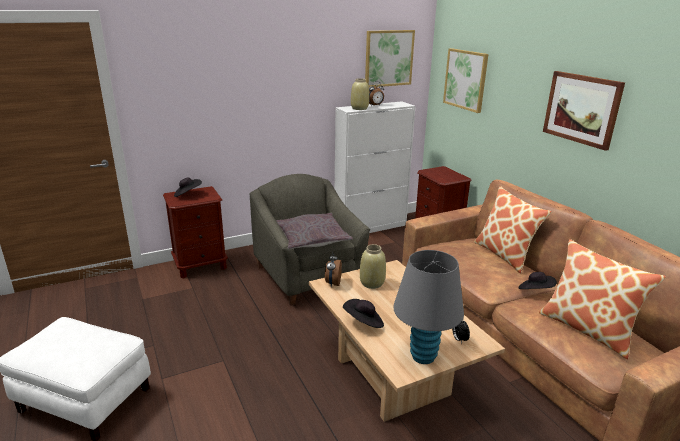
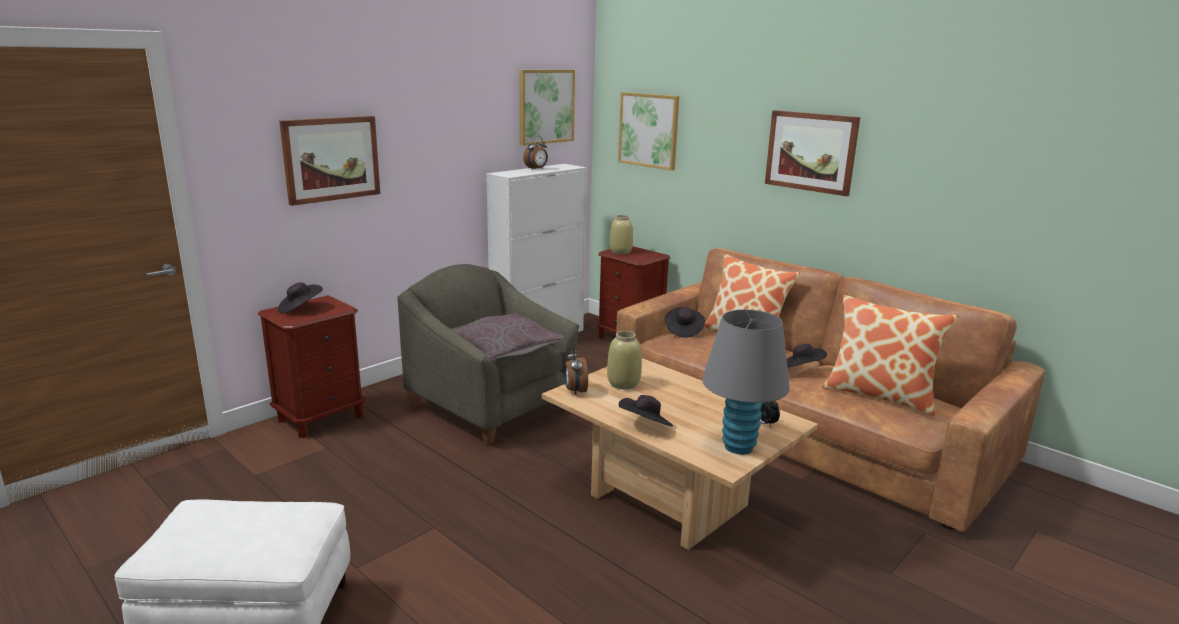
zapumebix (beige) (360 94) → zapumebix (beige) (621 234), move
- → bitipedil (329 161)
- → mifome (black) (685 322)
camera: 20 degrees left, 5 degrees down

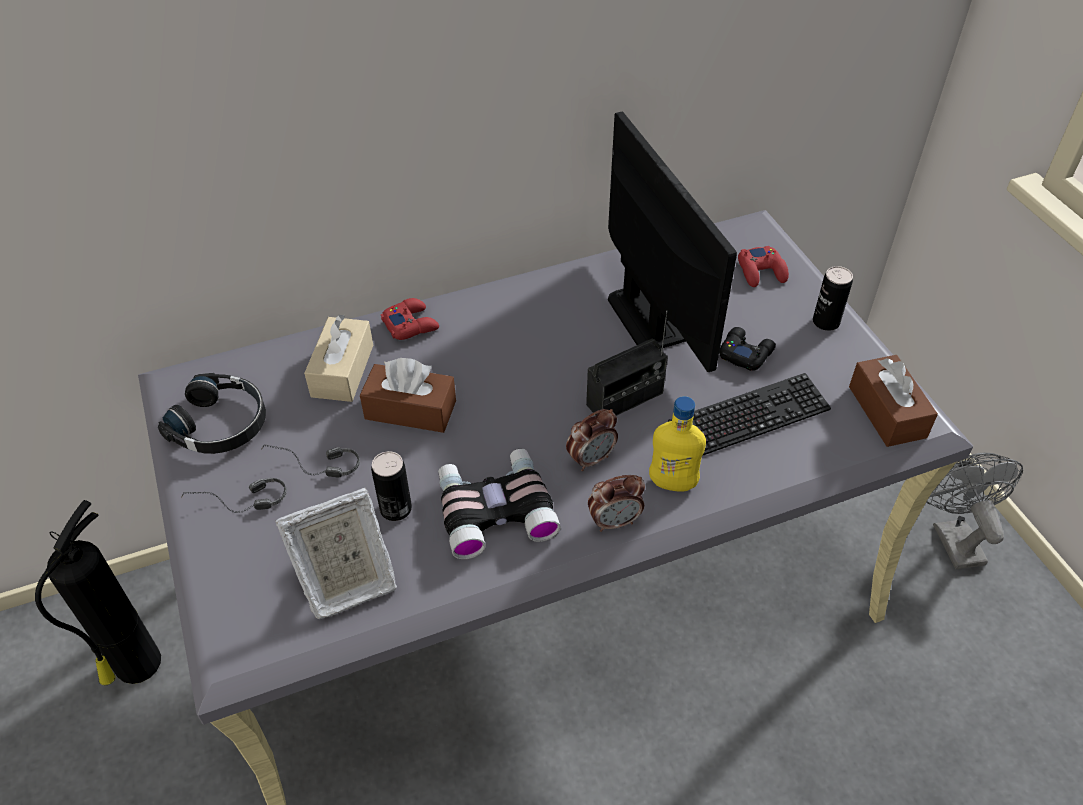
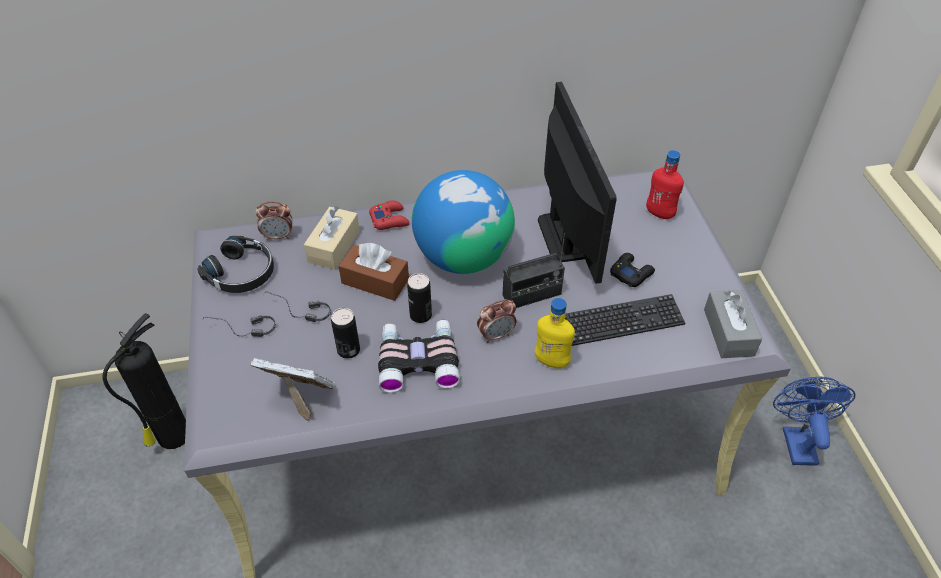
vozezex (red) (763 266) → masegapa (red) (665 184)
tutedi (833 298) → tutedi (419 298), move
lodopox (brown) (893 401) → lodopox (grey) (733 324)
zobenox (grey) (974 511) → zobenox (blue) (814 421)
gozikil (616 503) → gozikil (274 220), move
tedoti (336 553) → tedoti (292 389), 150 degrees counterclockwise
- → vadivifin (463 222)
camera: 10 degrees right, 0 degrees up

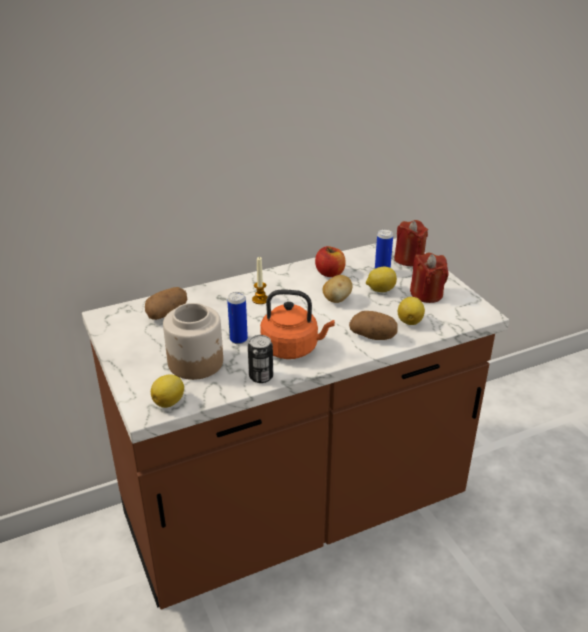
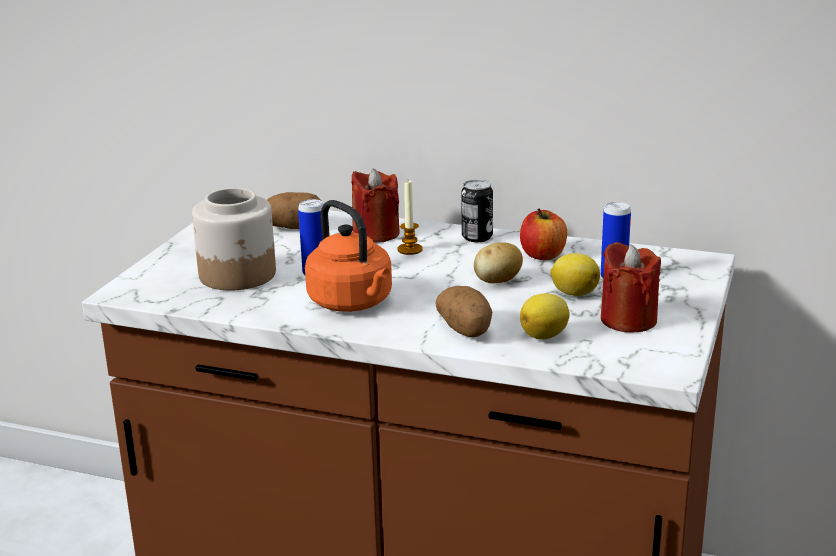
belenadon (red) (411 243) → belenadon (red) (375 205), move
tutedi (260 359) → tutedi (477 211), move
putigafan (167 391) → -
camera: 45 degrees right, 10 degrees down

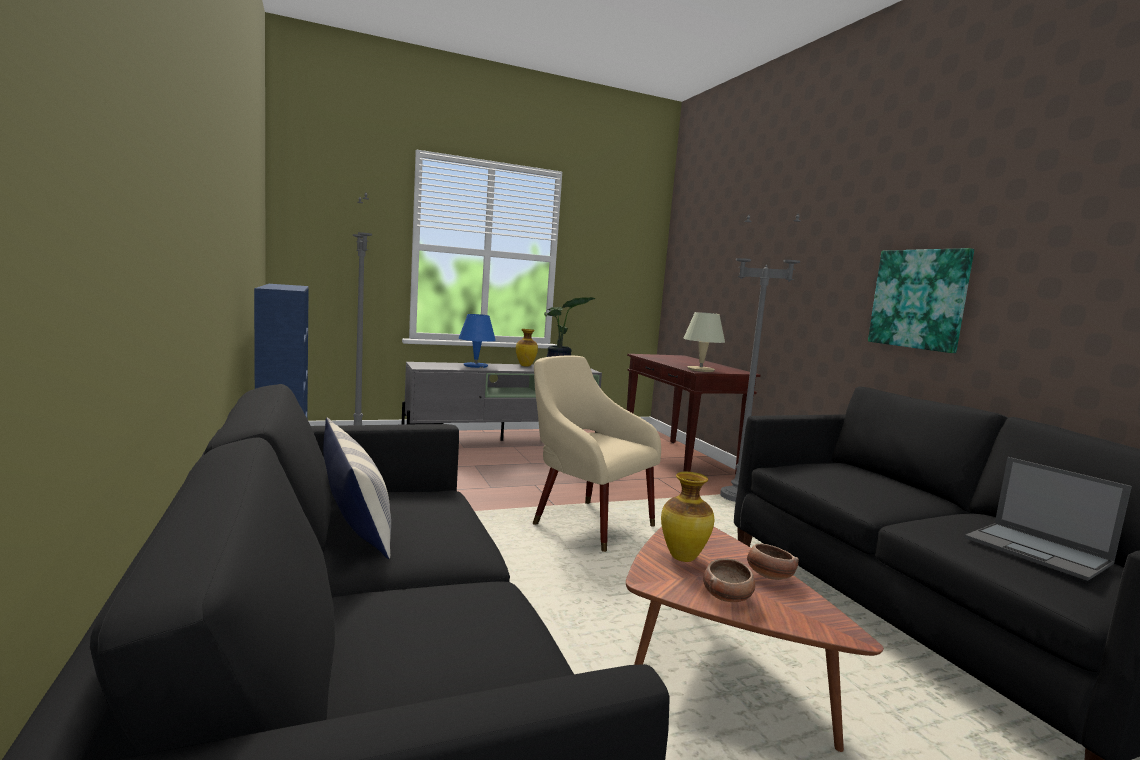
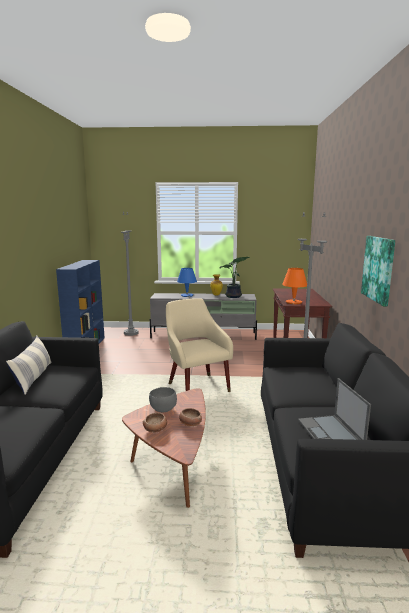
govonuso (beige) (704 342) → govonuso (orange) (294 286)
zapumebix (687 517) → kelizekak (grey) (163 400)
camera: 25 degrees right, 5 degrees up

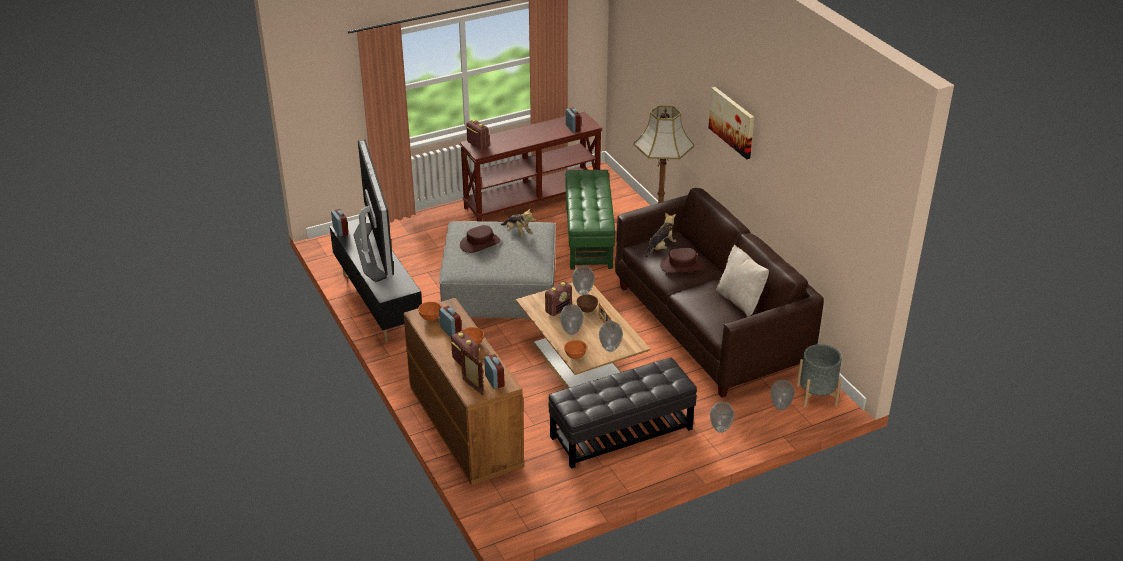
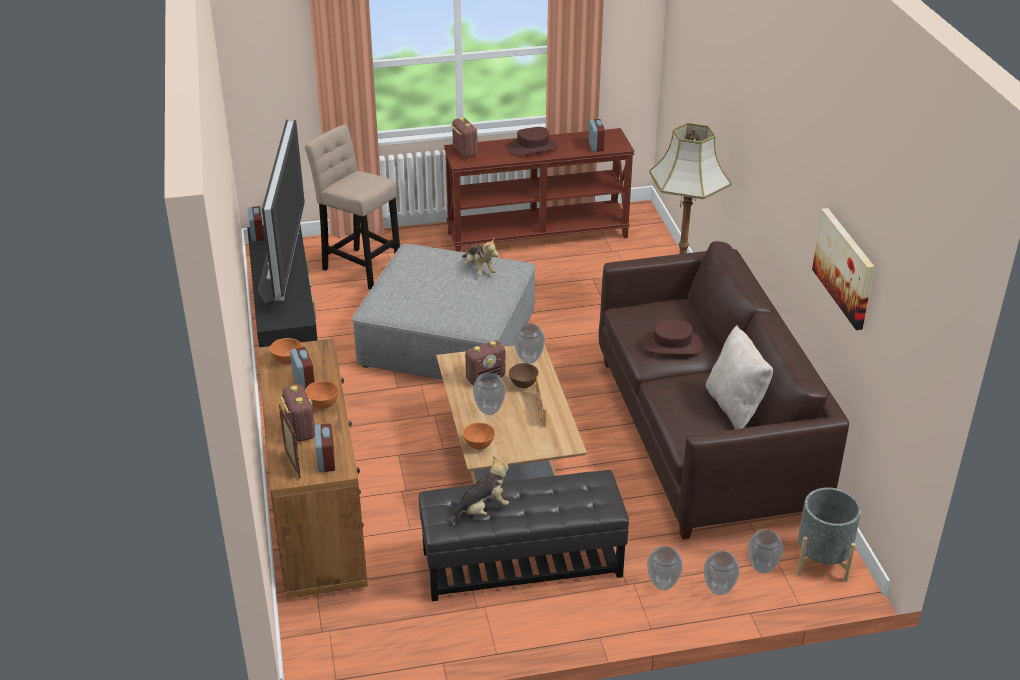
bitipedil (731 123) → bitipedil (843 269), move
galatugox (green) (590 220) → -
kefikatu (661 235) → kefikatu (479 490), move
mifome (brown) (480 239) → mifome (brown) (533 141), move
zapumebix (611 336) → zapumebix (722 573), move
- → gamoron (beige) (352 207)
camera: 15 degrees right, 0 degrees up

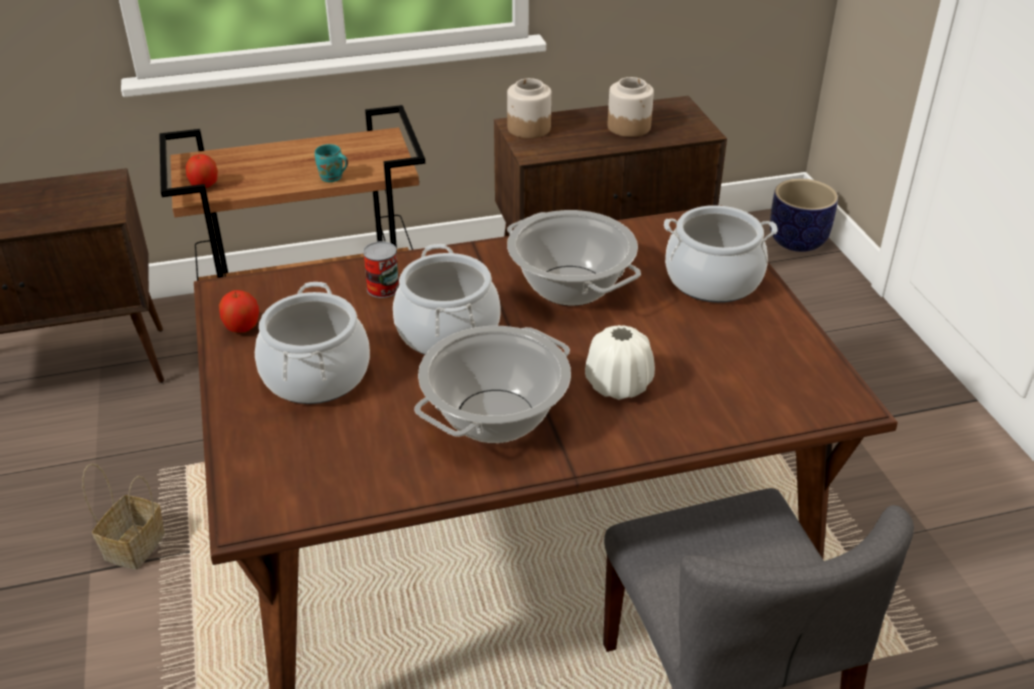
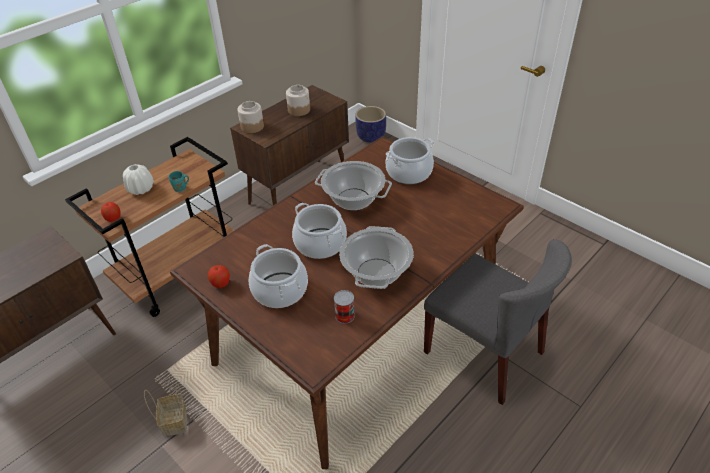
tutedi (381 269) → tutedi (344 307), move
zapumebix (white) (620 362) → zapumebix (white) (138 179), move
camera: 30 degrees left, 5 degrees up

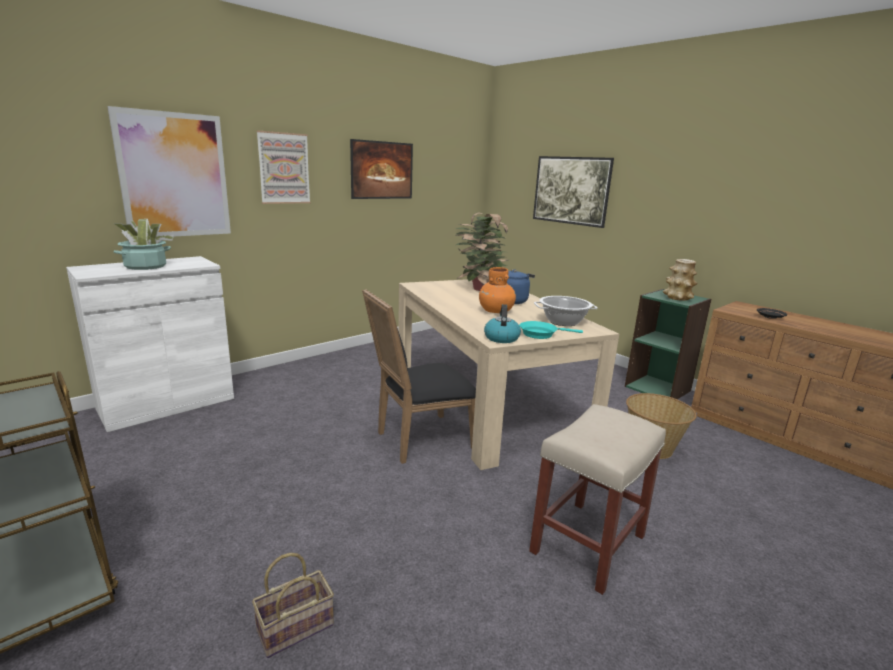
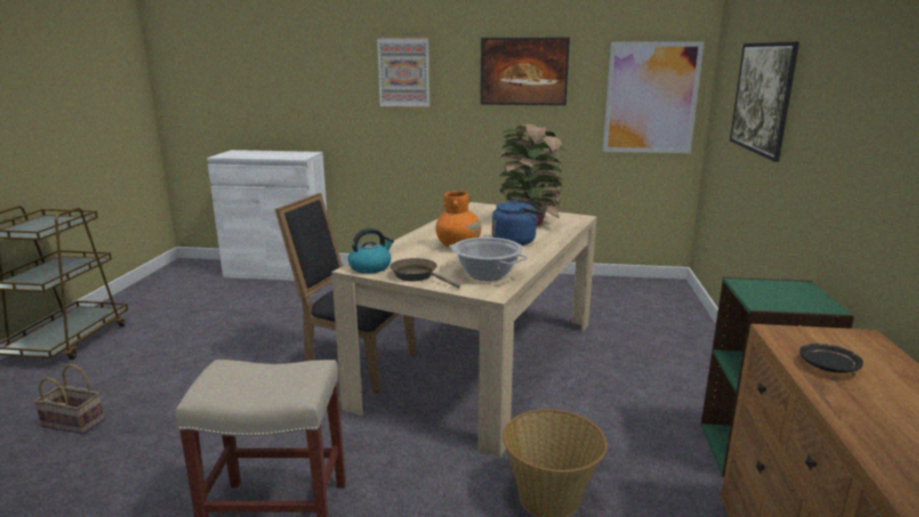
bitipedil (169 171) → bitipedil (653 97), move
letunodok (143 244) → -
zapumebix (680 280) → -
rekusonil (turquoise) (551 330) → rekusonil (brown) (425 273)
camera: 50 degrees right, 0 degrees up

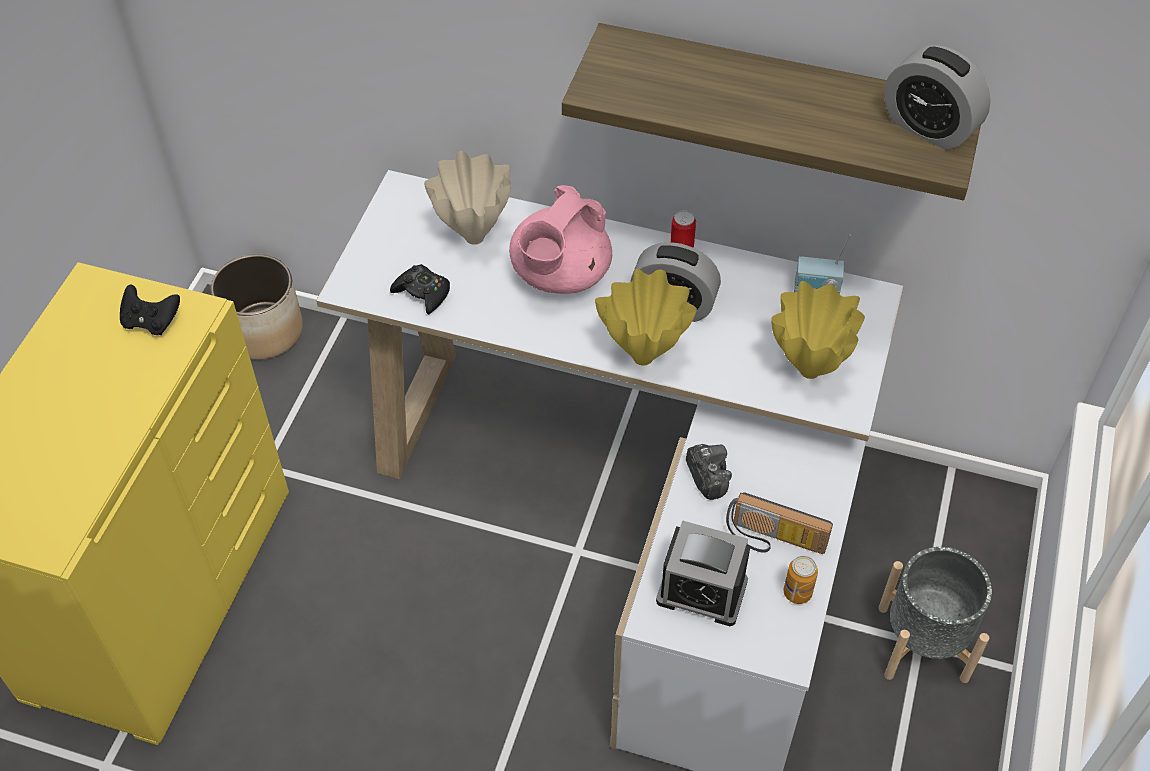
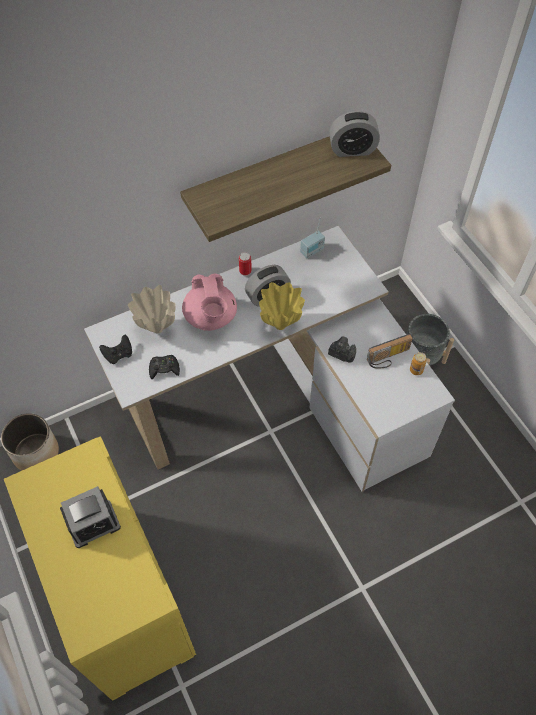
zapumebix (yellow) (818 330) → -
vozezex (black) (150 310) → vozezex (black) (115 349), move
gozikil (703 573) → gozikil (90 517), move
camera: 45 degrees left, 5 degrees up

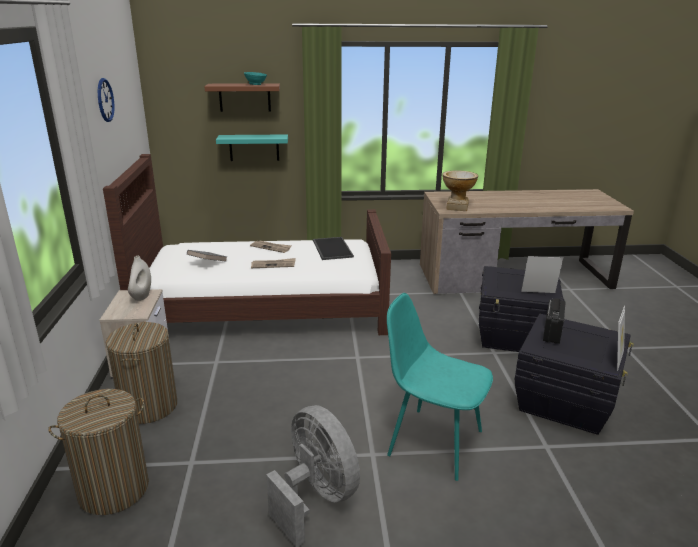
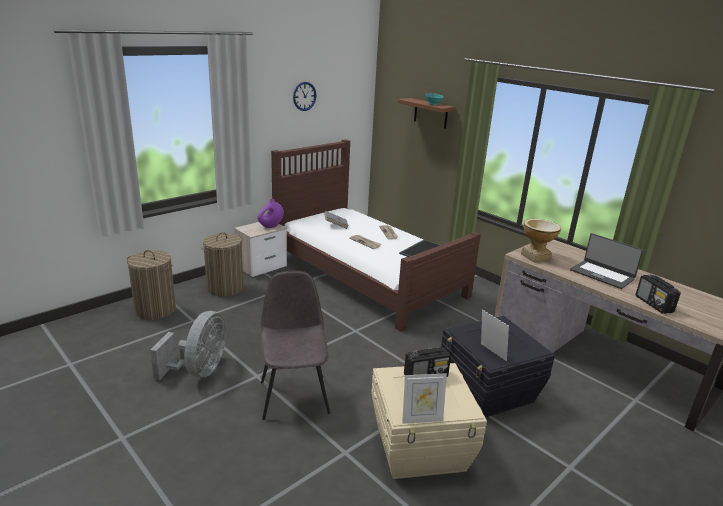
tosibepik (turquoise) (252 147) → -
zapumebix (white) (139 278) → zapumebix (purple) (271 213)
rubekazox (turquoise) (440 387) → rubekazox (grey) (295 345)
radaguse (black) (574 374) → radaguse (beige) (429 421)
- → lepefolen (606 261)
- → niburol (658 294)
camera: 50 degrees right, 0 degrees up

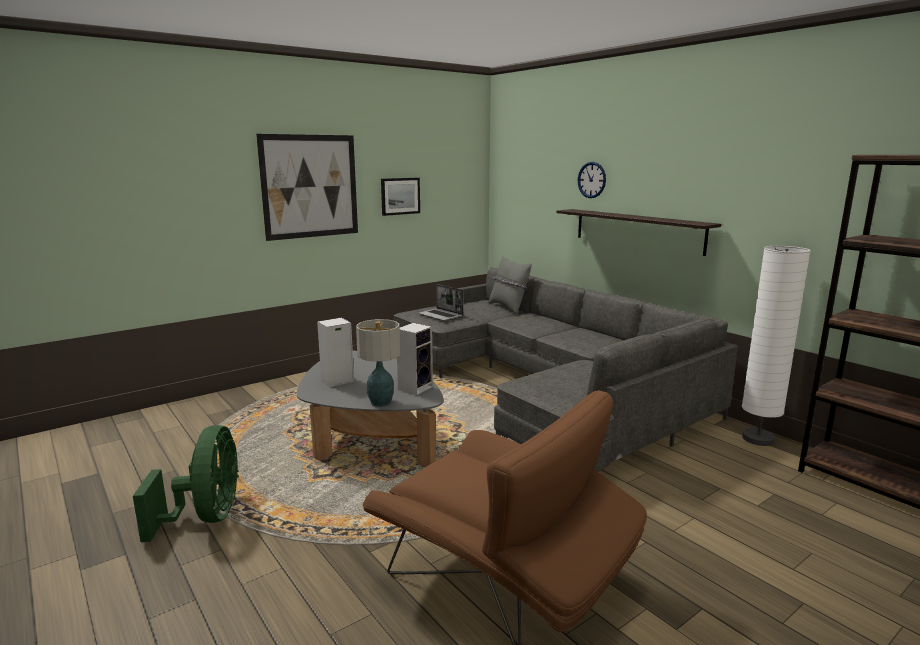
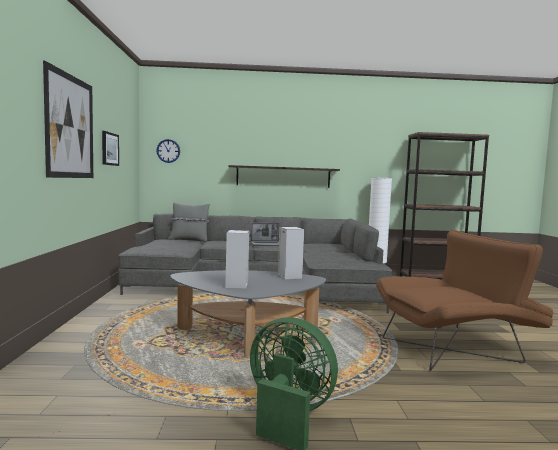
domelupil (591 180) → domelupil (168 151), move
lepefolen (441 302) → lepefolen (265 234), move
govonuso (378 363) → -
camera: 55 degrees left, 10 degrees down

